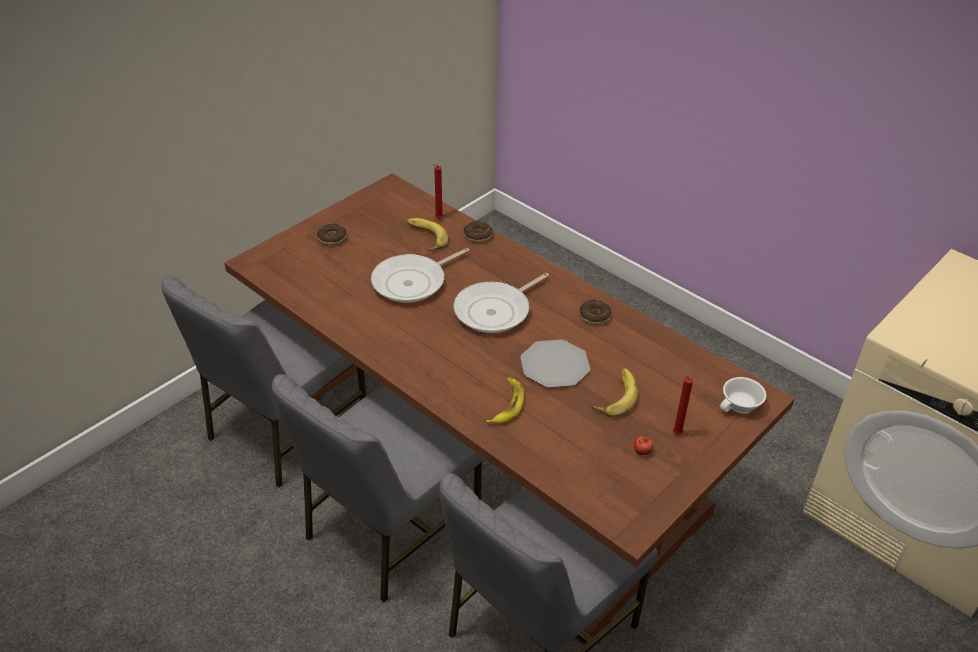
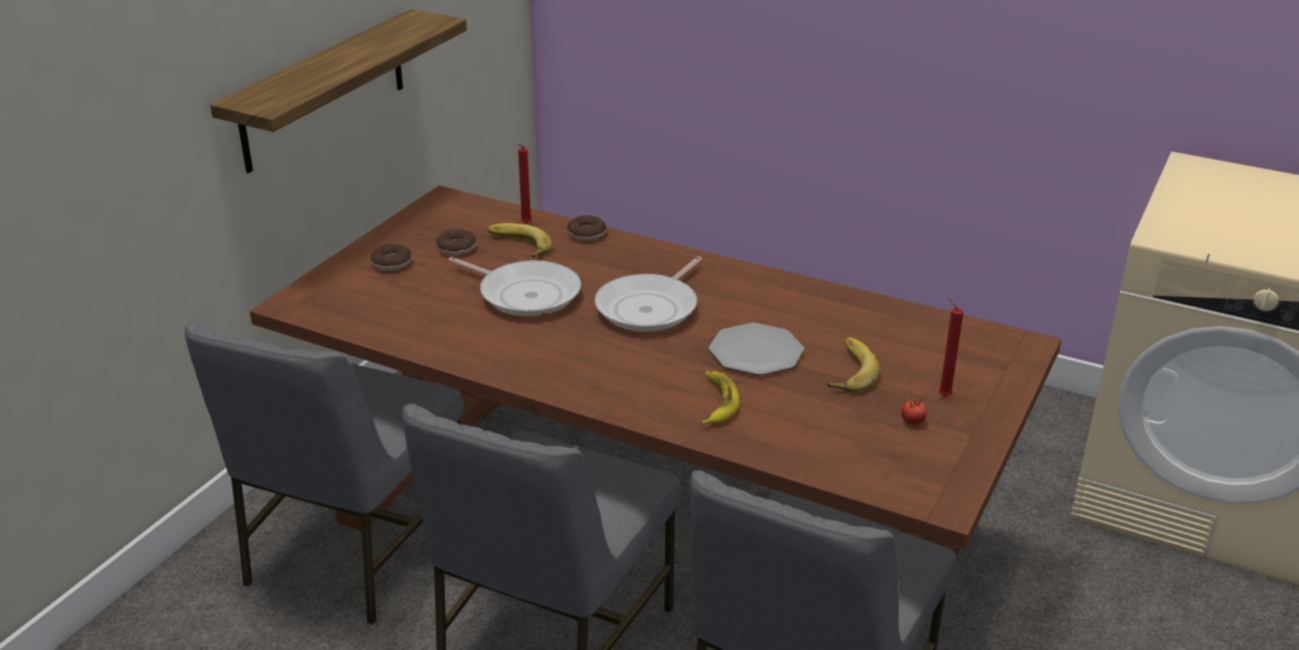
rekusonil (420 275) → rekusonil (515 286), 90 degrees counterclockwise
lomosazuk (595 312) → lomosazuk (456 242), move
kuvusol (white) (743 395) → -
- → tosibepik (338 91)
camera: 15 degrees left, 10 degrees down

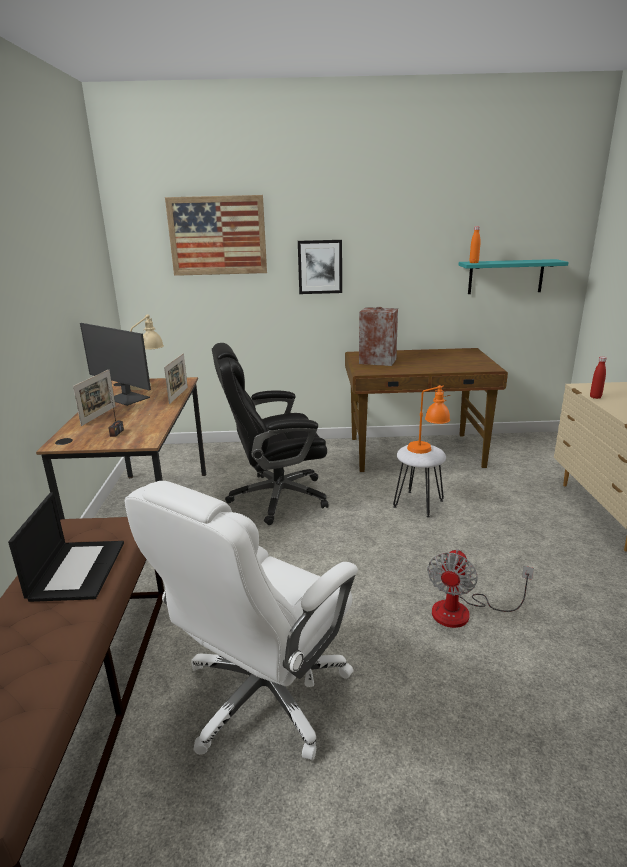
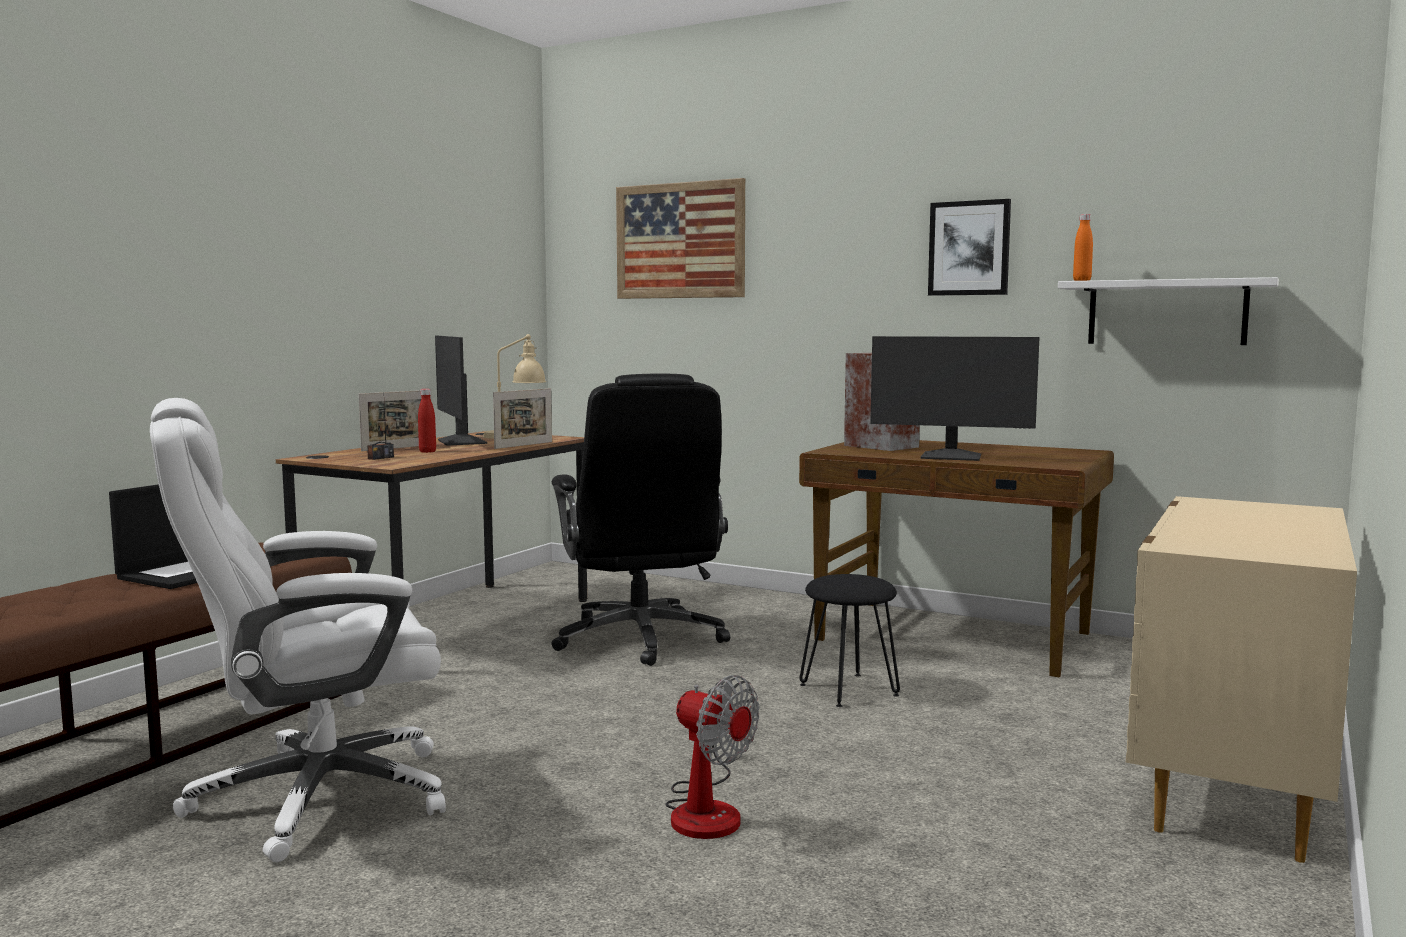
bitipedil (320 267) → bitipedil (969 247), move
tosibepik (turquoise) (514 276) → tosibepik (white) (1168 311)
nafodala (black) (270 434) → nafodala (black) (640 520), 120 degrees counterclockwise
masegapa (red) (598 378) → masegapa (red) (427 421), move
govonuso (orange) (428 419) → -
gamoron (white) (419 481) → gamoron (black) (850 640)
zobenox (480 588) → zobenox (713 757), 105 degrees counterclockwise
- → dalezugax (955 398)
camera: 30 degrees right, 15 degrees down

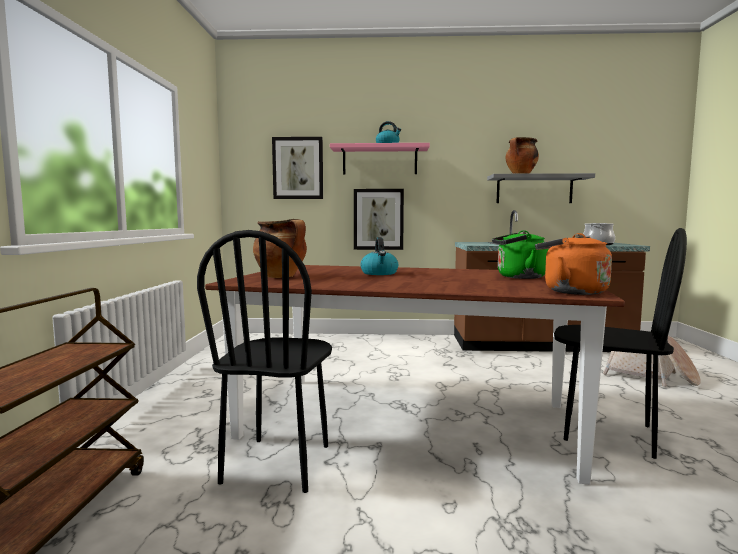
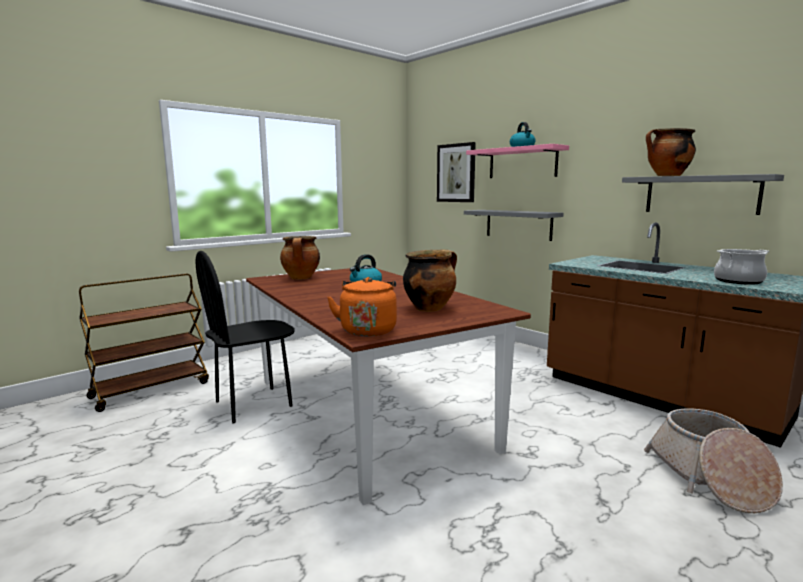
bitipedil (379 219) → tosibepik (grey) (514 225)
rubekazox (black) (620 343) → -
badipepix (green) (520 254) → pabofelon (430 281)
camera: 45 degrees right, 5 degrees up

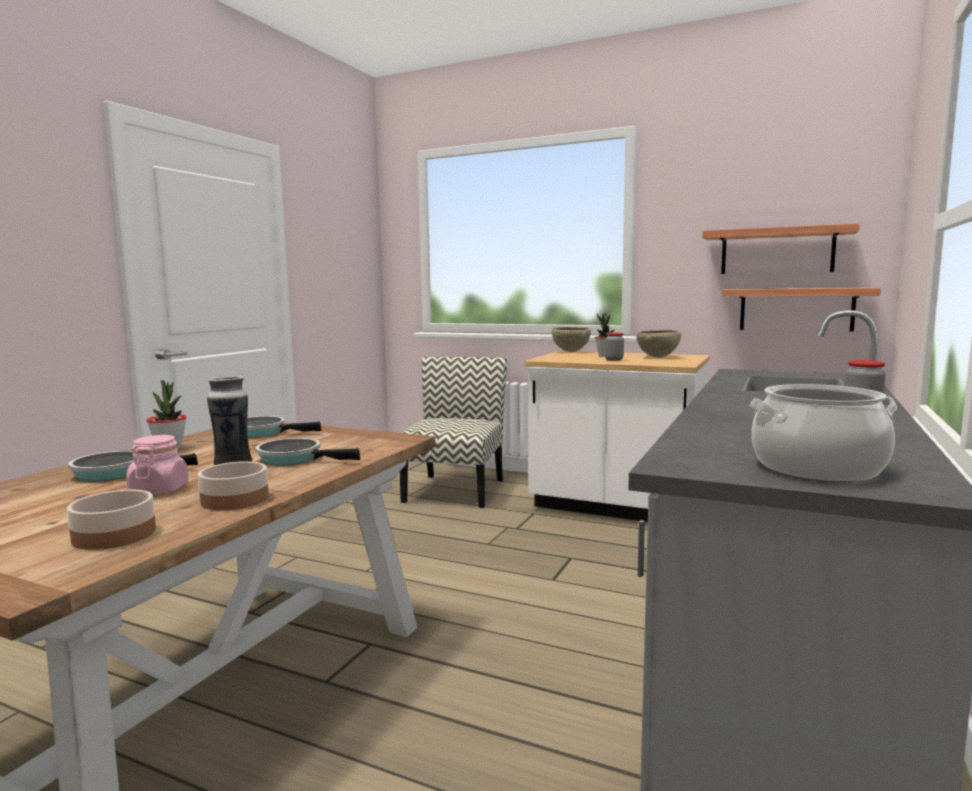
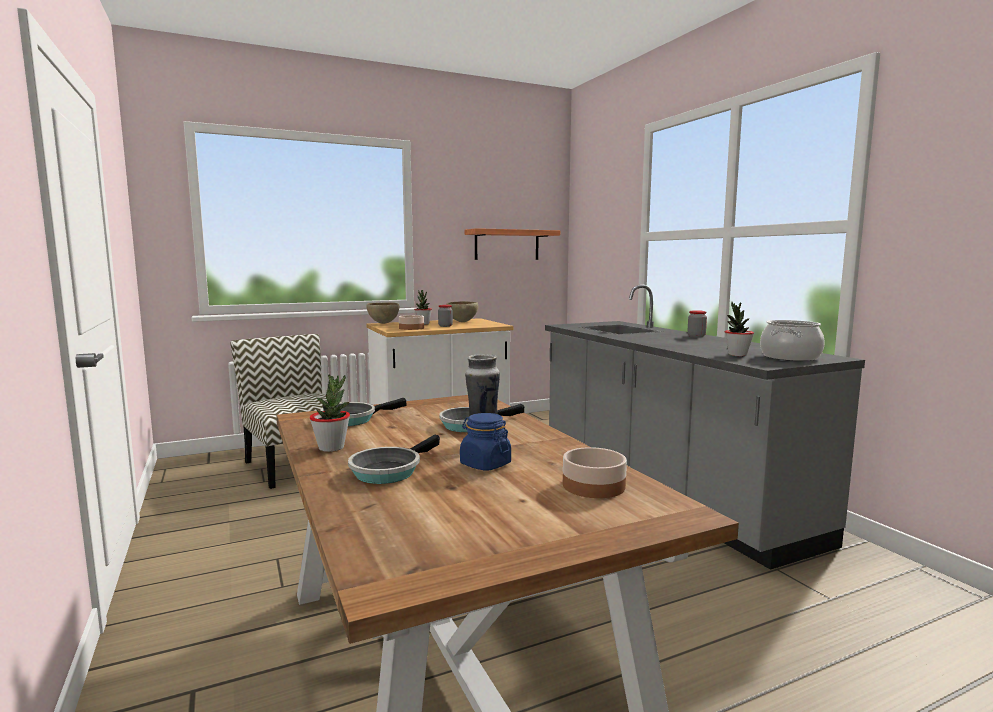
tosibepik (801 309) → -
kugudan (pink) (157 465) → kugudan (blue) (485 442)
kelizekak (233 485) → kelizekak (411 322), move
- → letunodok (739 329)
camera: 50 degrees left, 0 degrees up

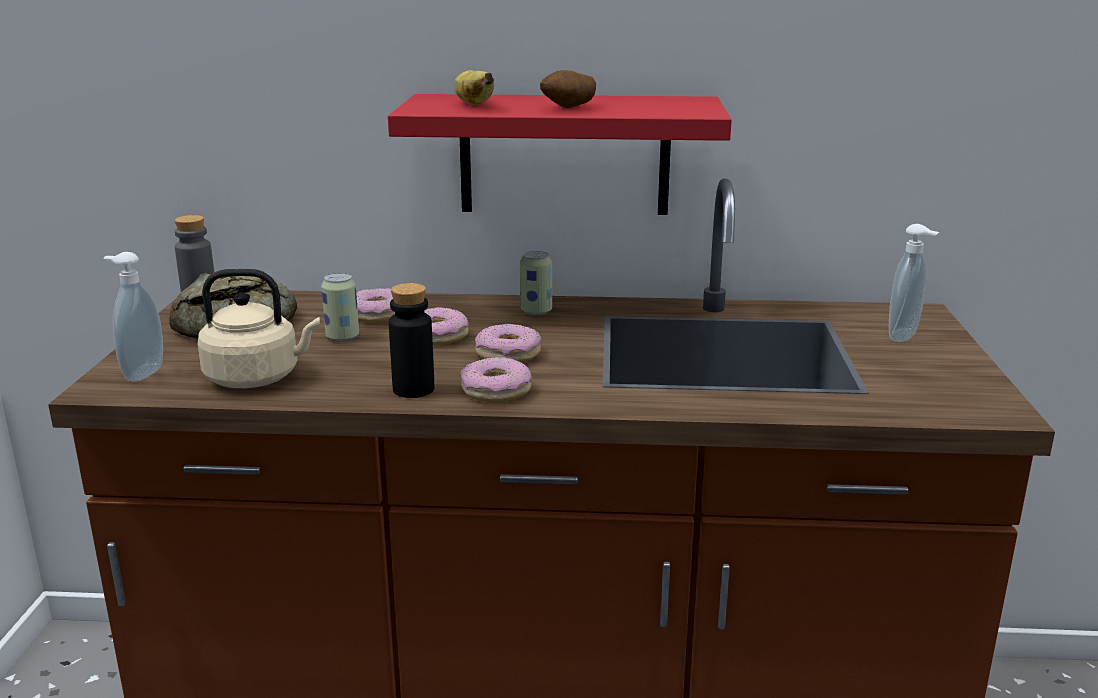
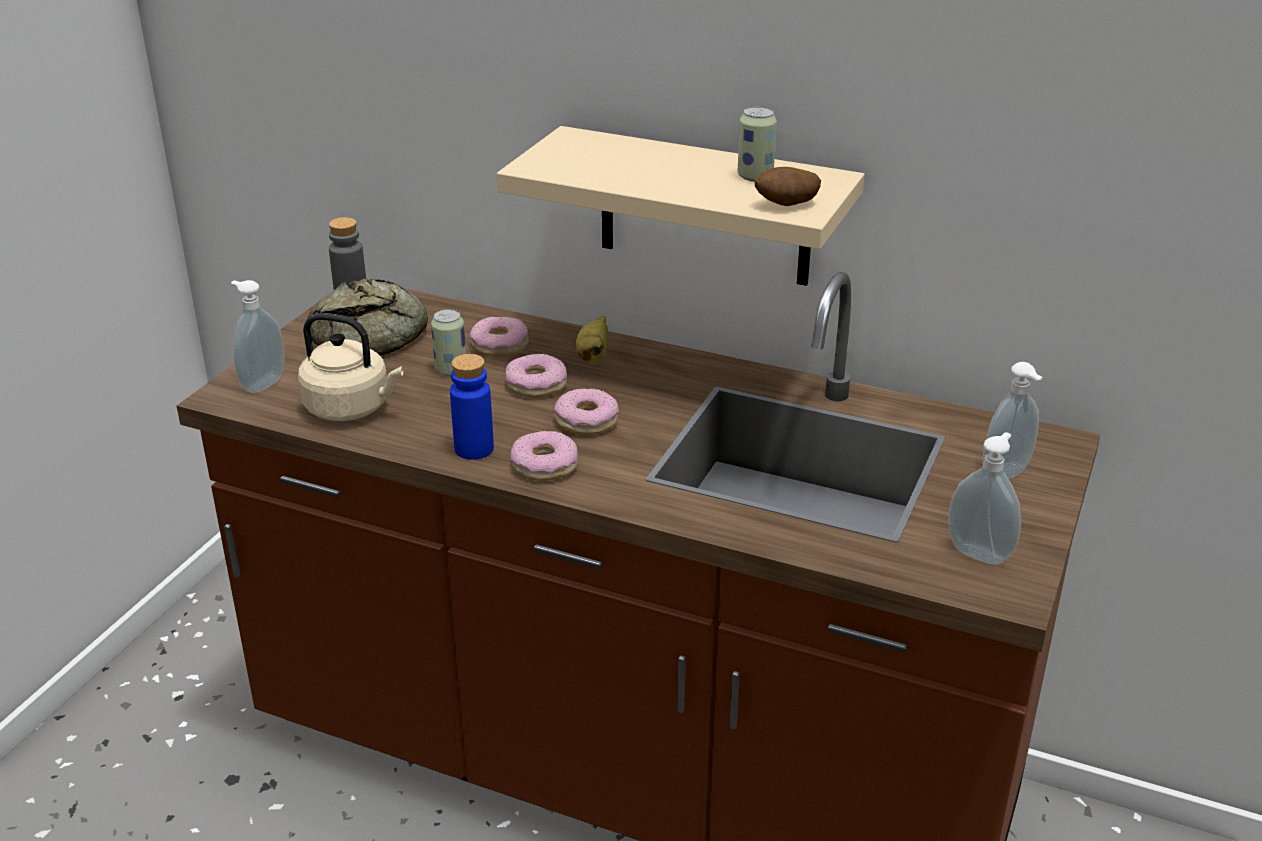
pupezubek (474 87) → pupezubek (592 340), move
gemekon (568 89) → gemekon (788 186), move
tosibepik (red) (560 154) → tosibepik (beige) (681 206)
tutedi (536 283) → tutedi (757 144), move
masegapa (black) (411 340) → masegapa (blue) (472 407)
- → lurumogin (984 498)
camera: 20 degrees right, 10 degrees up

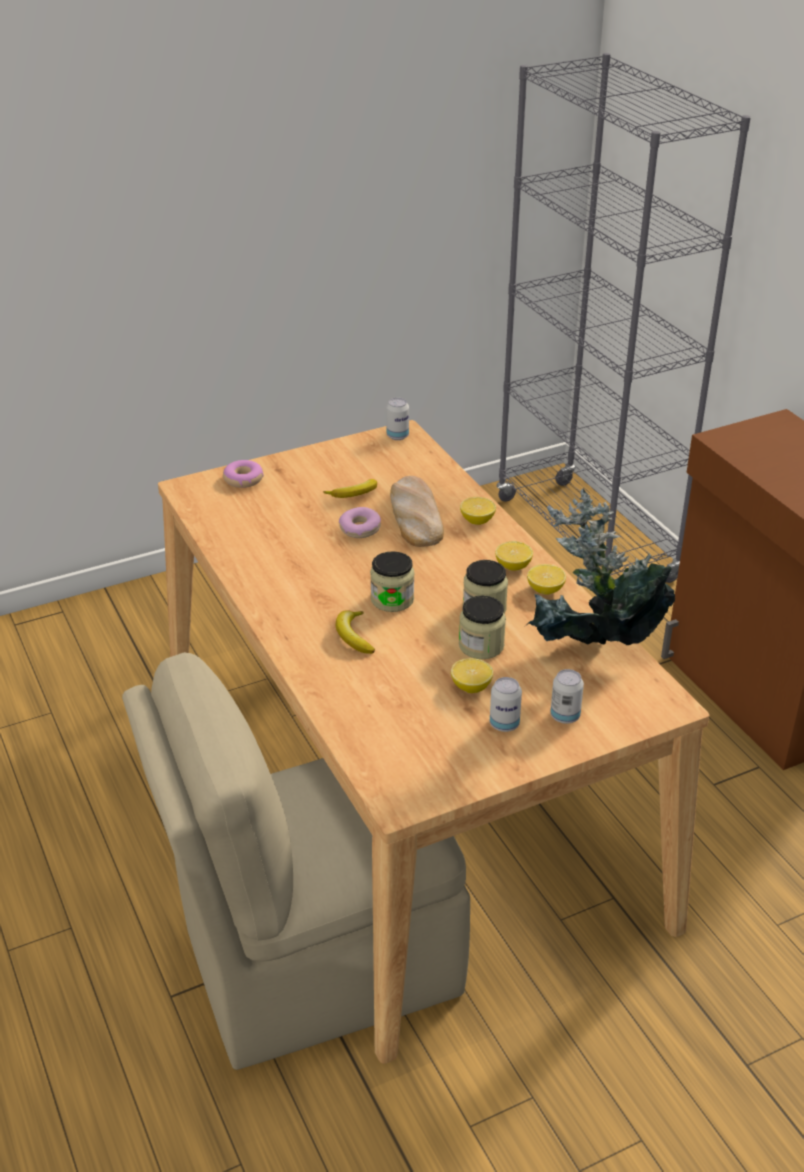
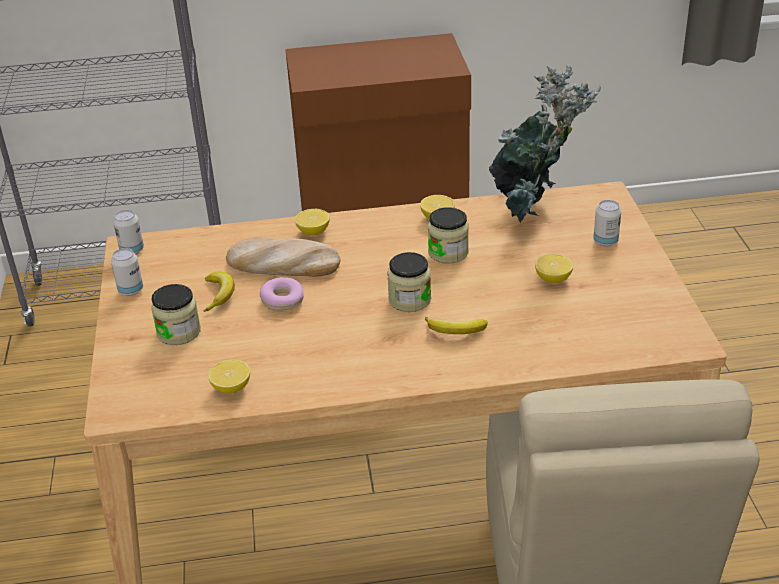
lomosazuk (243 474) → -
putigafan (514 556) → putigafan (229 376), move
kugudan (482 627) → kugudan (176 314), move
tutedi (506 704) → tutedi (127 272), move
camera: 70 degrees left, 0 degrees up

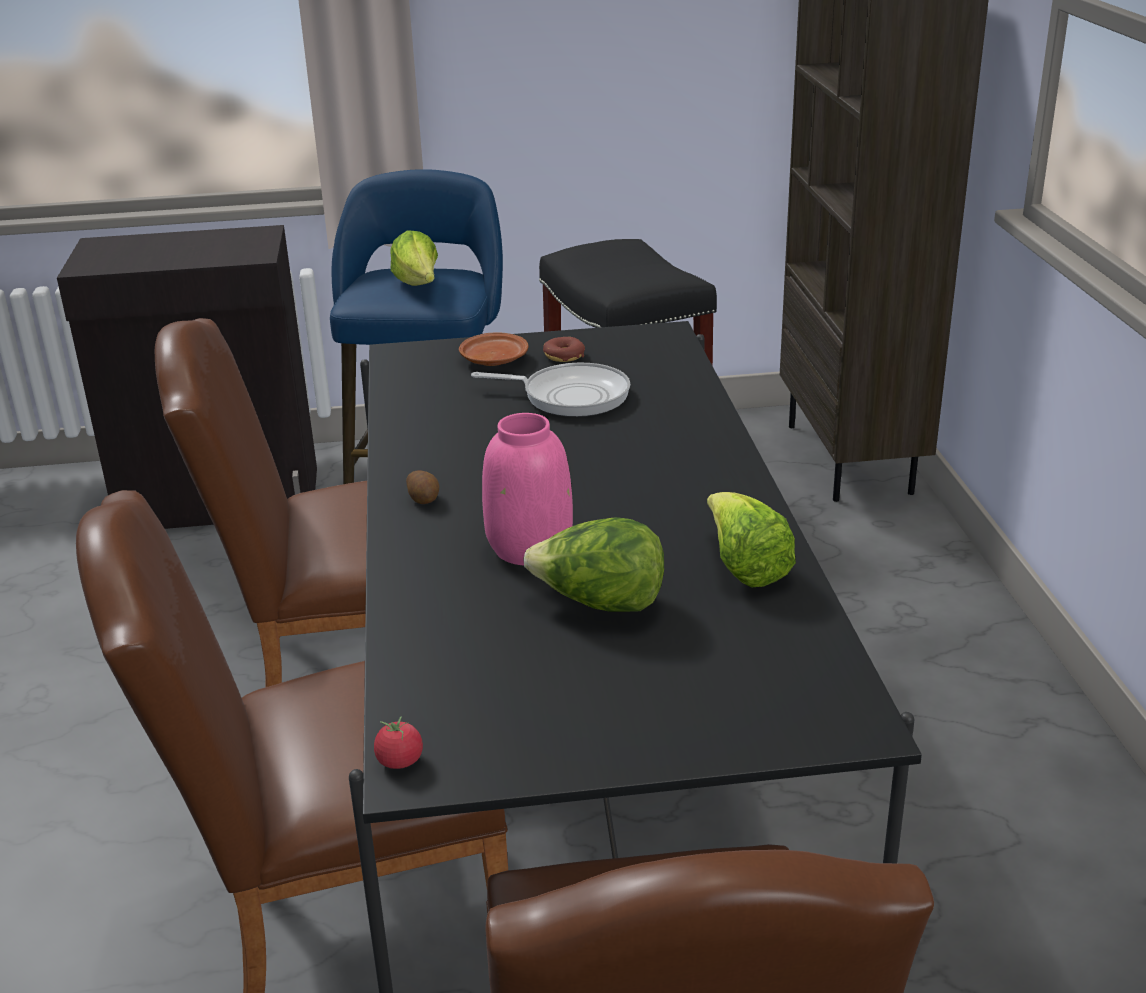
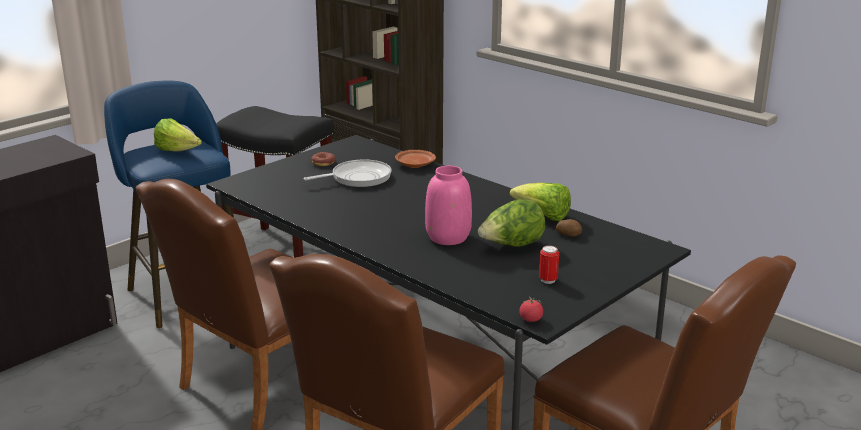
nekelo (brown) (493 349) → nekelo (brown) (415 159), move
gemekon (422 487) → gemekon (569 228), move
- → tutedi (549 264)
camera: 40 degrees left, 5 degrees down

